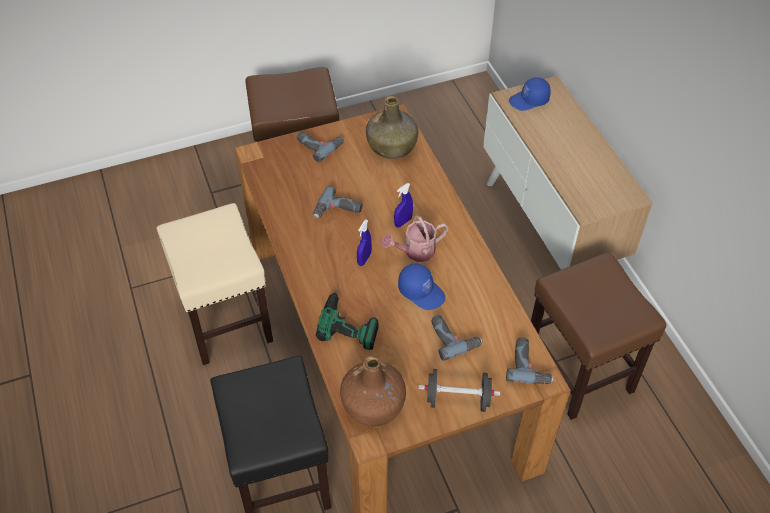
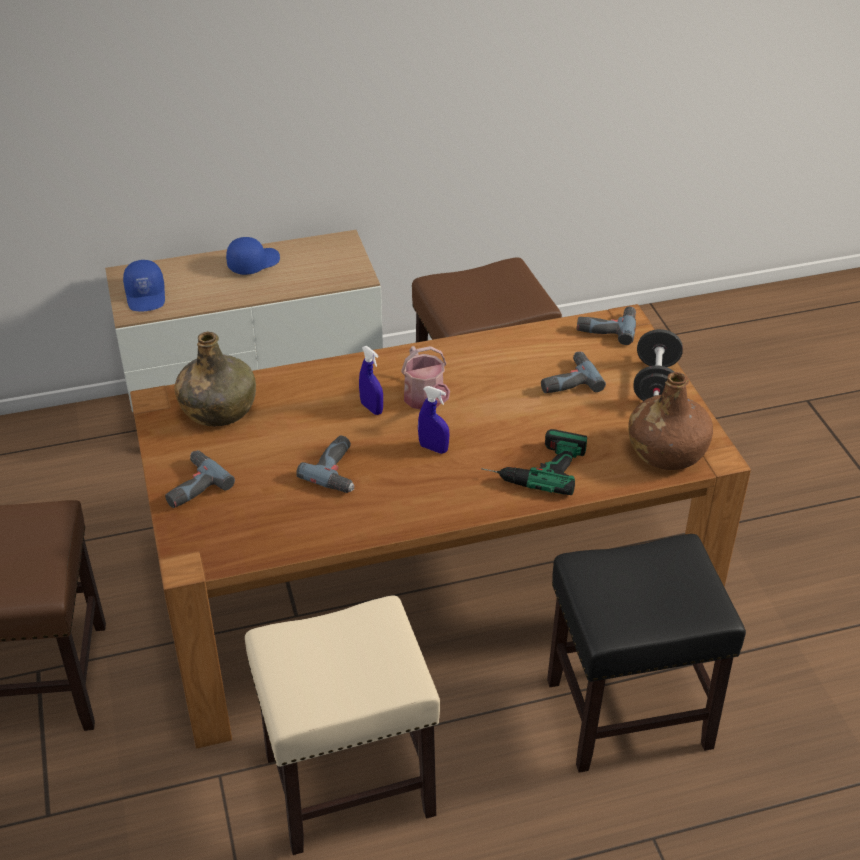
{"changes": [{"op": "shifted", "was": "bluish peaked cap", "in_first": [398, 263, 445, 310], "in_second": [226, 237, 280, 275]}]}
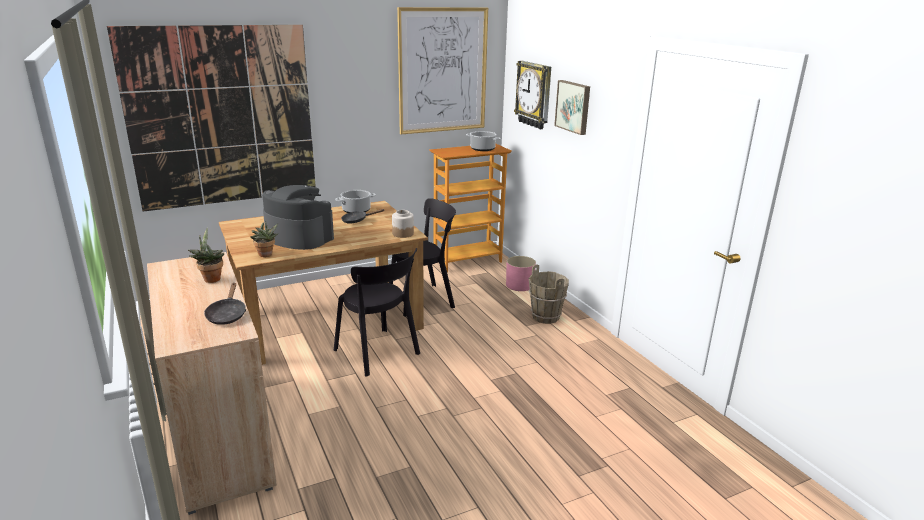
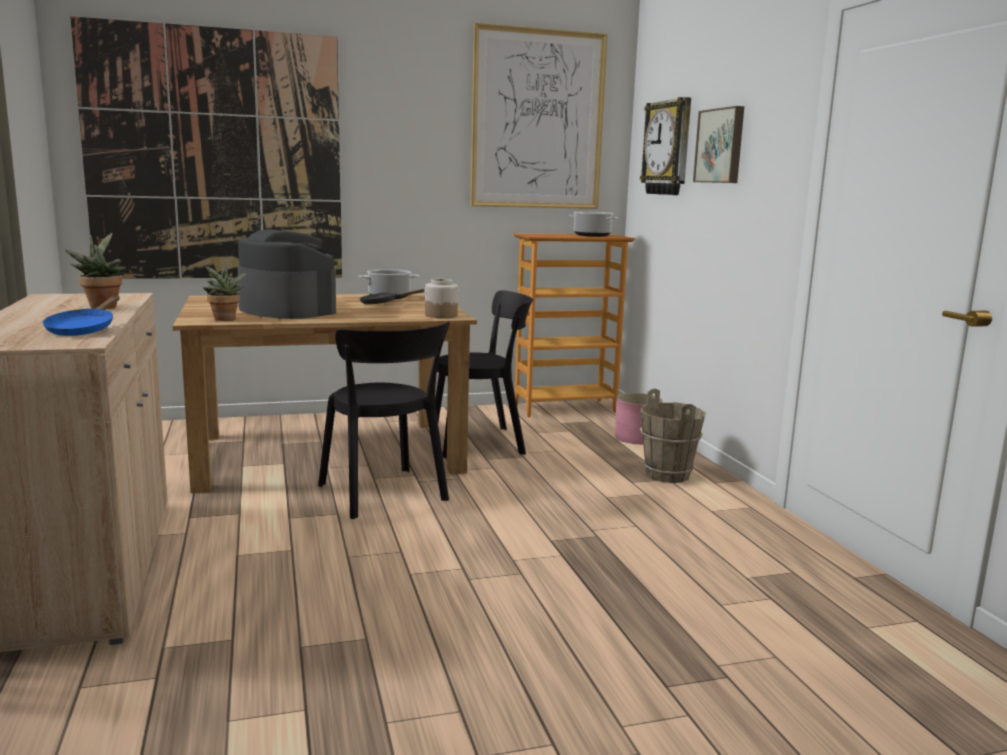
{"changes": [{"op": "repainted", "was": "black-coloured skillet", "now": "bluish skillet", "in_first": [204, 283, 246, 325], "in_second": [43, 296, 120, 336]}]}
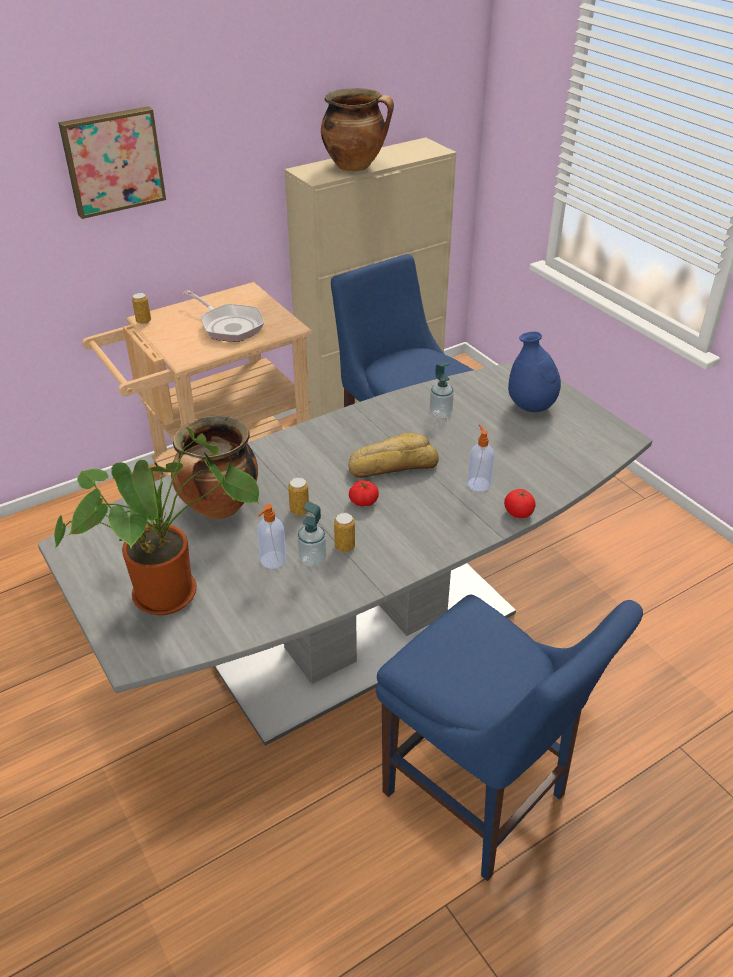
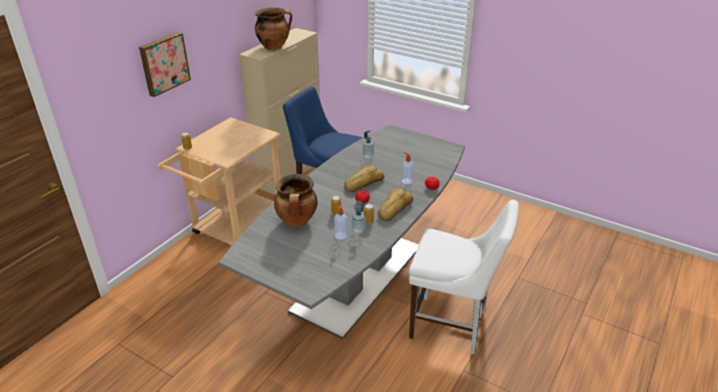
{"changes": [{"op": "gone", "was": "skillet", "in_first": [183, 290, 264, 342]}, {"op": "gone", "was": "bluish decorative vase", "in_first": [508, 331, 561, 412]}, {"op": "gone", "was": "potted plant", "in_first": [54, 427, 259, 615]}, {"op": "repainted", "was": "bluish upright chair", "now": "white upright chair", "in_first": [376, 594, 643, 881], "in_second": [409, 200, 519, 355]}, {"op": "new", "now": "baked bread", "in_second": [378, 189, 413, 221]}]}
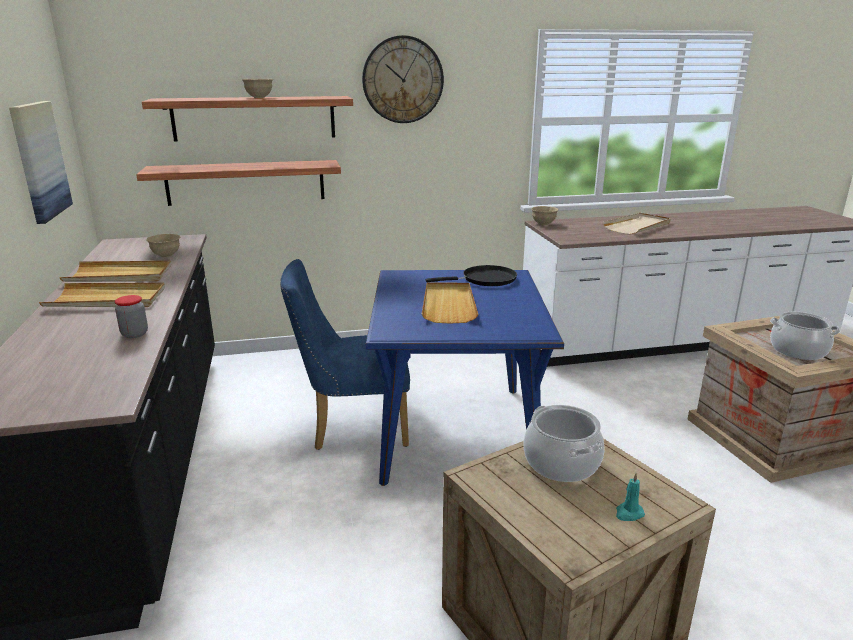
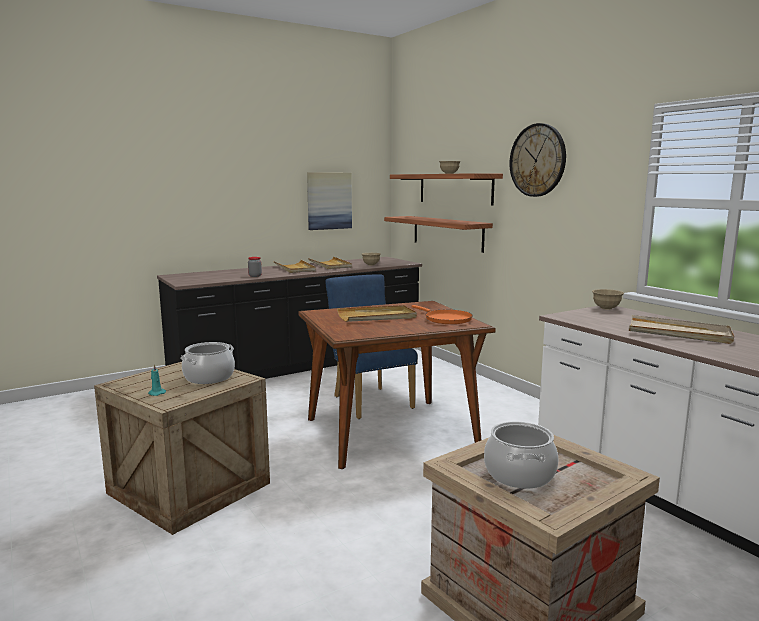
{"changes": [{"op": "repainted", "was": "black-coloured skillet", "now": "orangey skillet", "in_first": [426, 265, 517, 286], "in_second": [411, 305, 473, 324]}, {"op": "repainted", "was": "bluish kitchen table", "now": "brown-coloured kitchen table", "in_first": [366, 270, 564, 486], "in_second": [298, 301, 496, 469]}]}
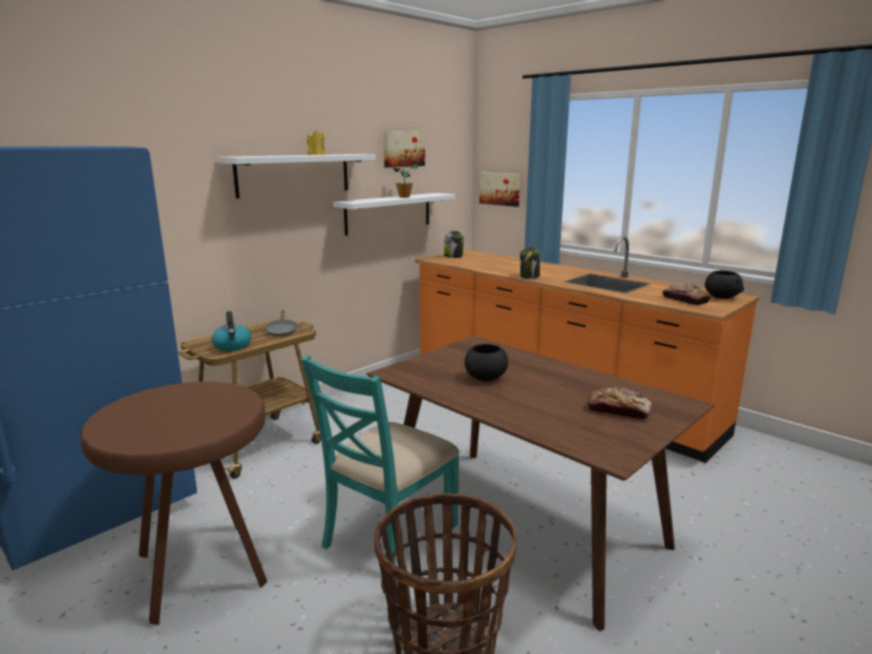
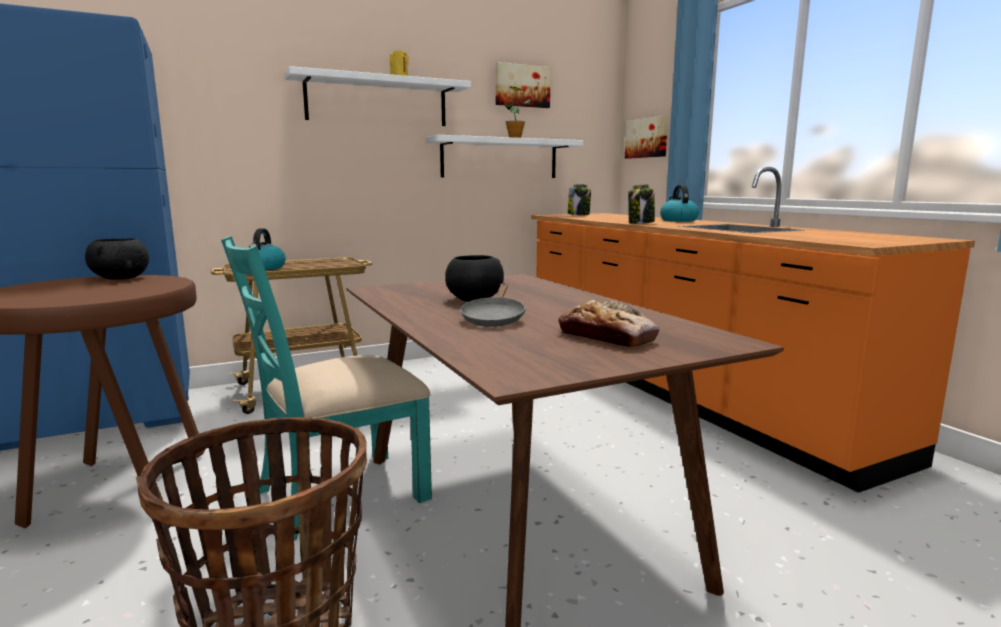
{"changes": [{"op": "shifted", "was": "black-coloured bowl", "in_first": [705, 271, 744, 299], "in_second": [85, 238, 149, 280]}, {"op": "gone", "was": "baked bread", "in_first": [662, 283, 711, 305]}, {"op": "shifted", "was": "gray skillet", "in_first": [264, 310, 298, 337], "in_second": [460, 283, 526, 327]}, {"op": "new", "now": "water kettle", "in_second": [660, 184, 699, 222]}]}
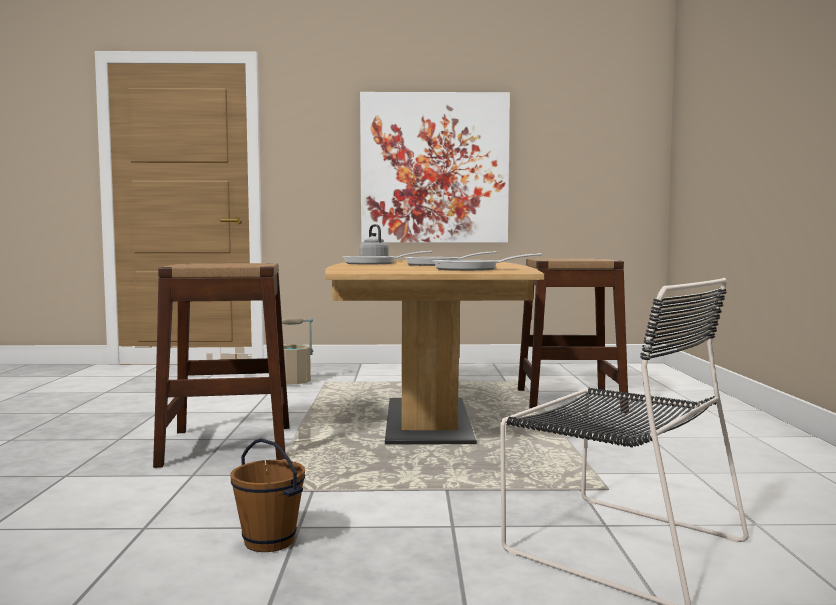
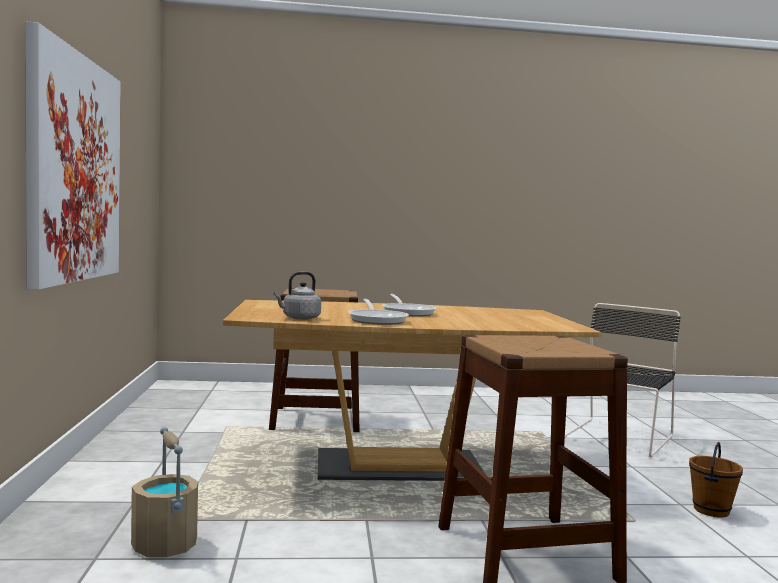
{"changes": [{"op": "gone", "was": "skillet", "in_first": [433, 253, 542, 271]}]}
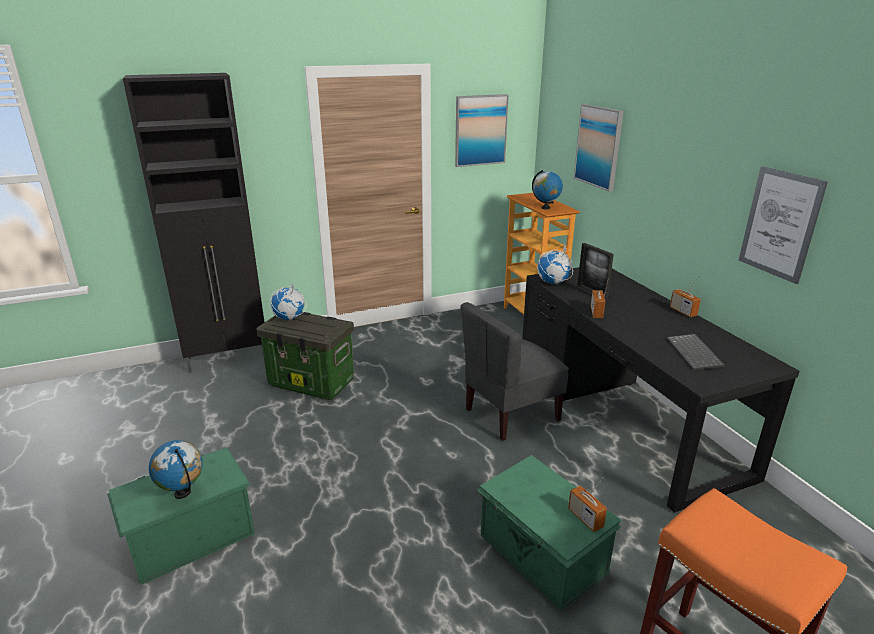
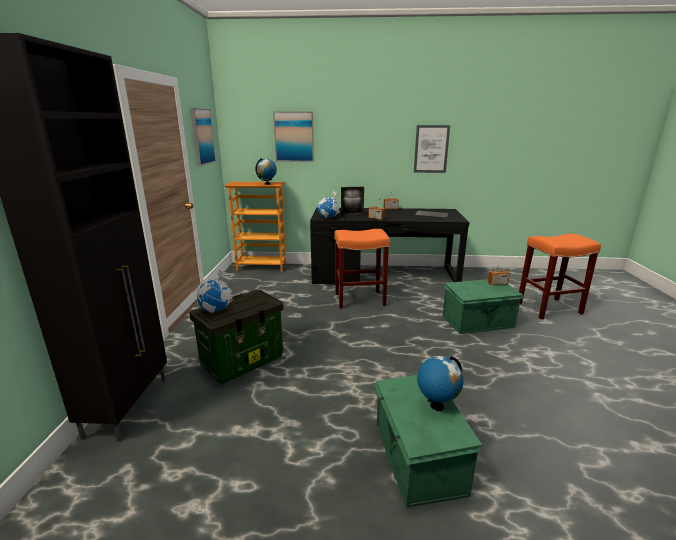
{"changes": [{"op": "swapped", "was": "gray upright chair", "now": "orangey stool seat", "in_first": [460, 302, 569, 441], "in_second": [334, 229, 390, 309]}]}
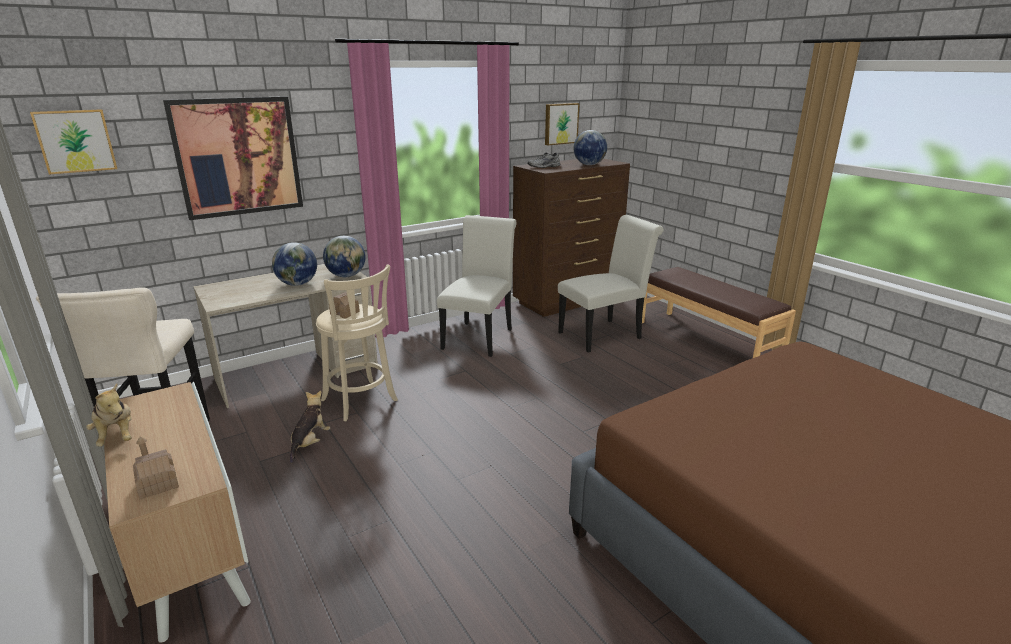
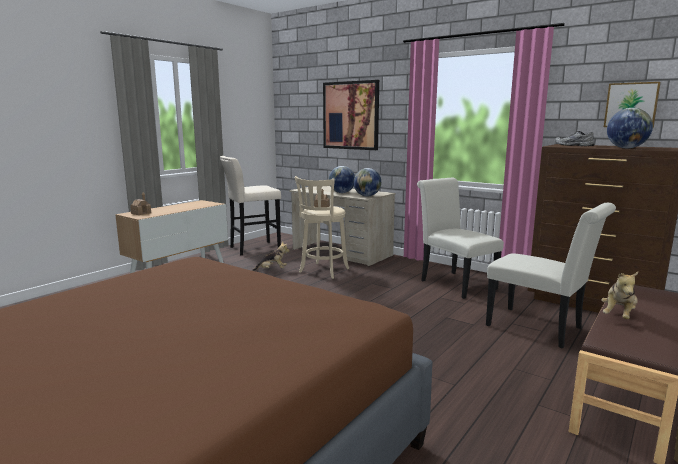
{"changes": [{"op": "gone", "was": "wall picture", "in_first": [30, 109, 117, 175]}, {"op": "rotated", "was": "white upright chair", "in_first": [437, 215, 517, 357], "in_second": [417, 178, 504, 299], "clockwise": -120}, {"op": "shifted", "was": "plush toy", "in_first": [86, 383, 132, 447], "in_second": [601, 272, 638, 319]}]}
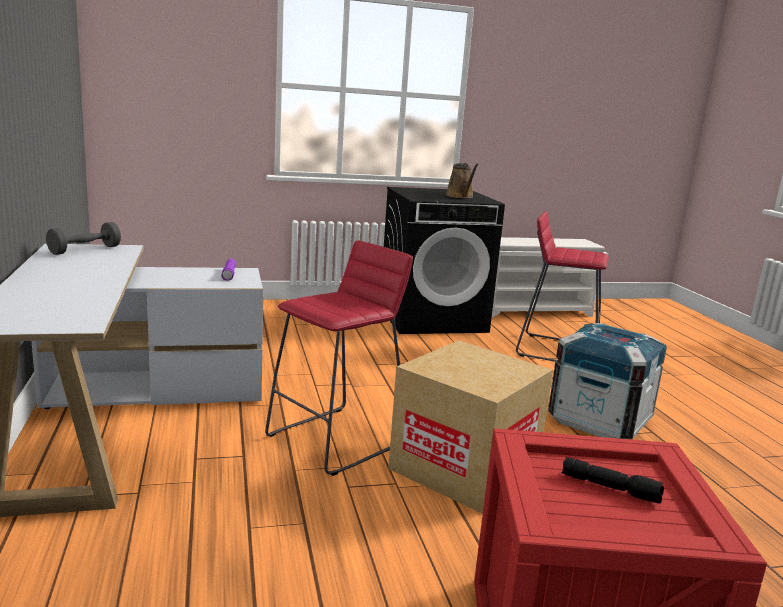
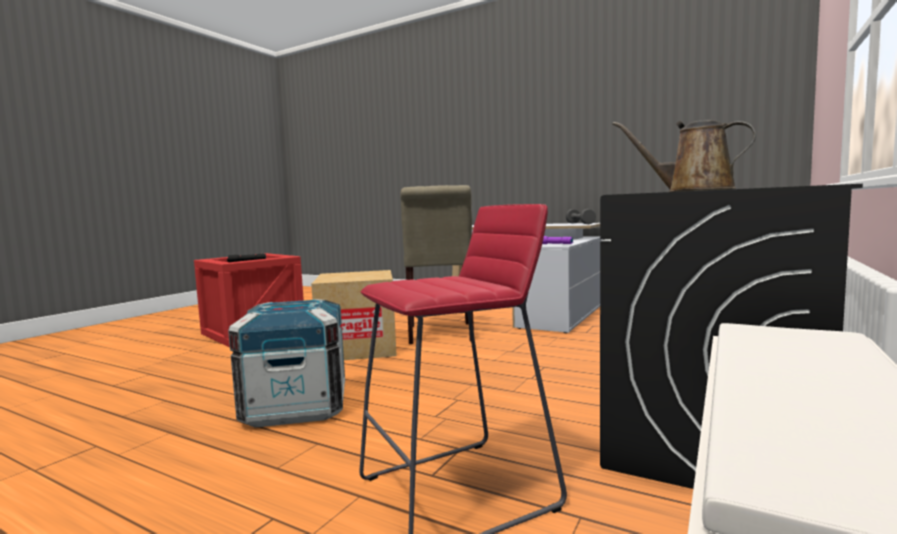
{"changes": [{"op": "swapped", "was": "red-coloured stool seat", "now": "beige-coloured upright chair", "in_first": [265, 240, 413, 476], "in_second": [400, 185, 474, 344]}]}
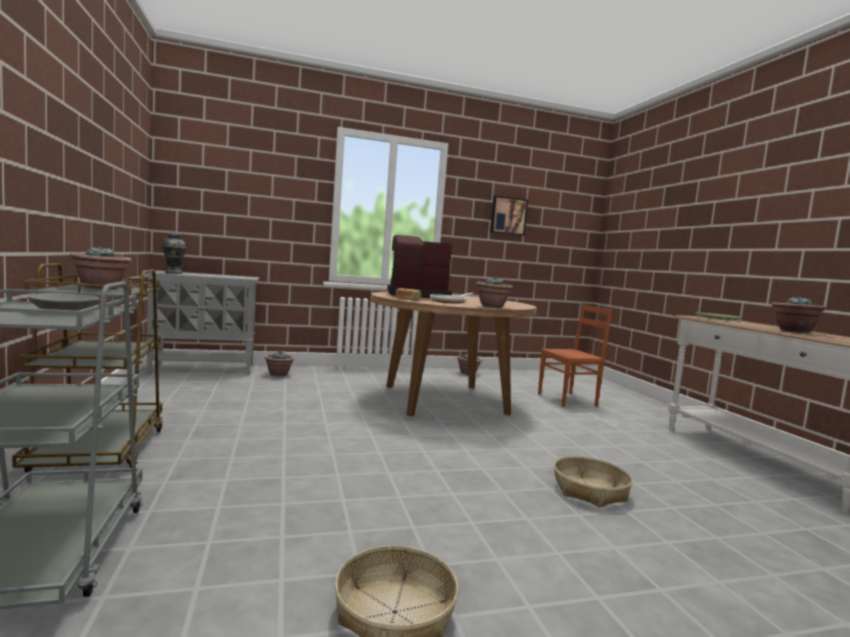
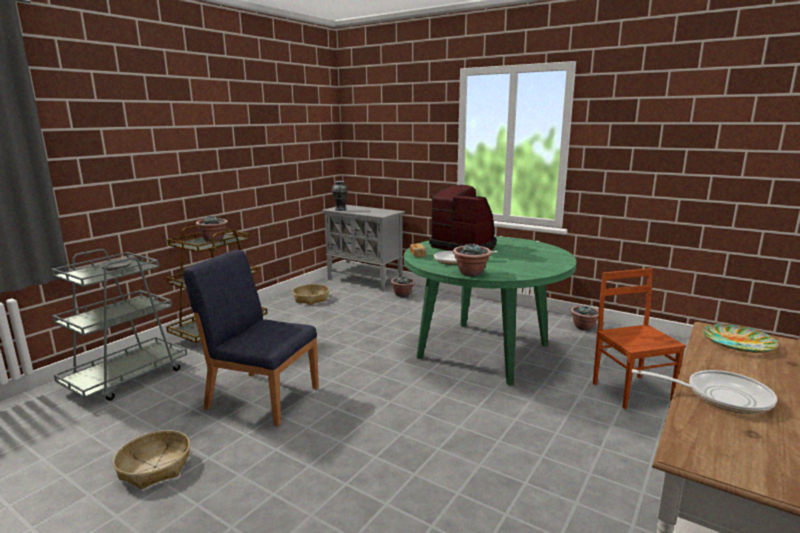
{"changes": [{"op": "gone", "was": "wall picture", "in_first": [490, 196, 528, 236]}, {"op": "repainted", "was": "brown-coloured kitchen table", "now": "green-coloured kitchen table", "in_first": [371, 292, 537, 416], "in_second": [404, 236, 576, 386]}, {"op": "swapped", "was": "potted plant", "now": "skillet", "in_first": [771, 296, 827, 333], "in_second": [632, 369, 777, 414]}, {"op": "rotated", "was": "brown-coloured upright chair", "in_first": [538, 305, 612, 407], "in_second": [593, 268, 686, 409], "clockwise": -135}, {"op": "shifted", "was": "household basket", "in_first": [554, 456, 633, 508], "in_second": [293, 284, 329, 305]}, {"op": "new", "now": "bluish upright chair", "in_second": [183, 250, 319, 426]}]}
